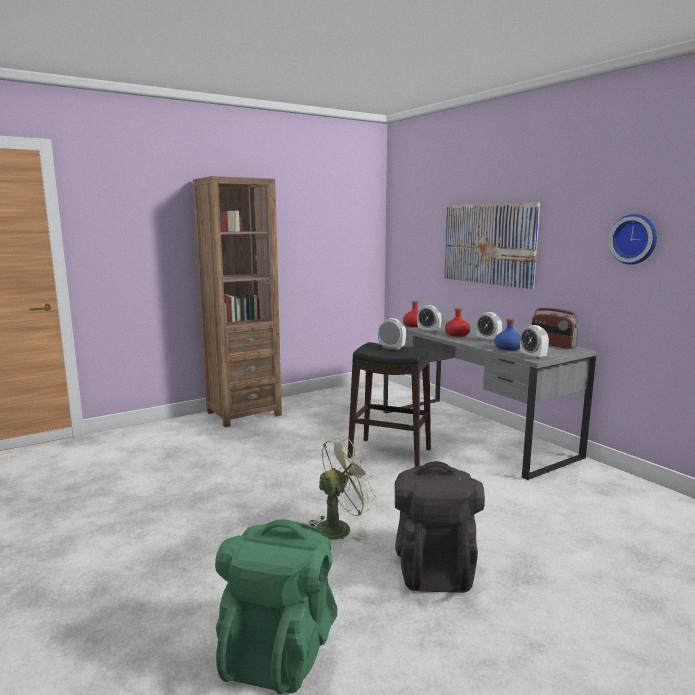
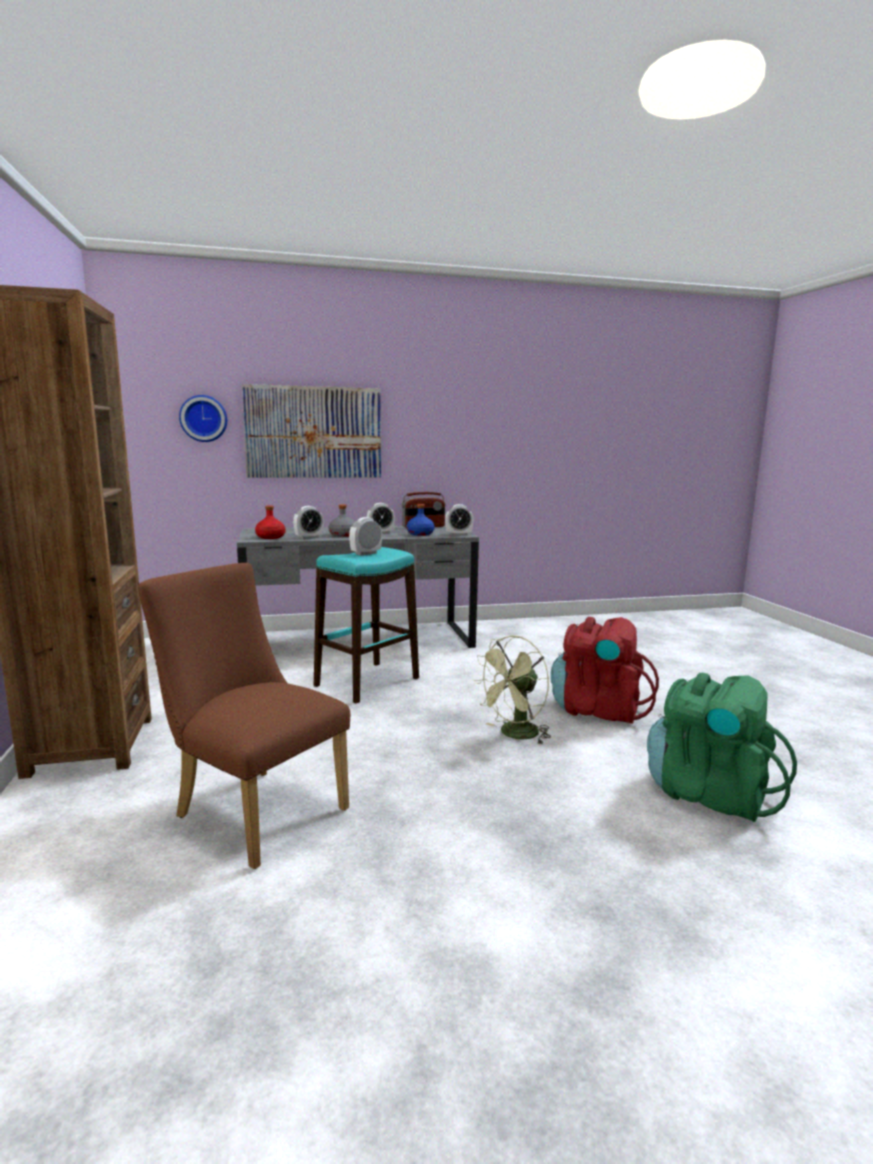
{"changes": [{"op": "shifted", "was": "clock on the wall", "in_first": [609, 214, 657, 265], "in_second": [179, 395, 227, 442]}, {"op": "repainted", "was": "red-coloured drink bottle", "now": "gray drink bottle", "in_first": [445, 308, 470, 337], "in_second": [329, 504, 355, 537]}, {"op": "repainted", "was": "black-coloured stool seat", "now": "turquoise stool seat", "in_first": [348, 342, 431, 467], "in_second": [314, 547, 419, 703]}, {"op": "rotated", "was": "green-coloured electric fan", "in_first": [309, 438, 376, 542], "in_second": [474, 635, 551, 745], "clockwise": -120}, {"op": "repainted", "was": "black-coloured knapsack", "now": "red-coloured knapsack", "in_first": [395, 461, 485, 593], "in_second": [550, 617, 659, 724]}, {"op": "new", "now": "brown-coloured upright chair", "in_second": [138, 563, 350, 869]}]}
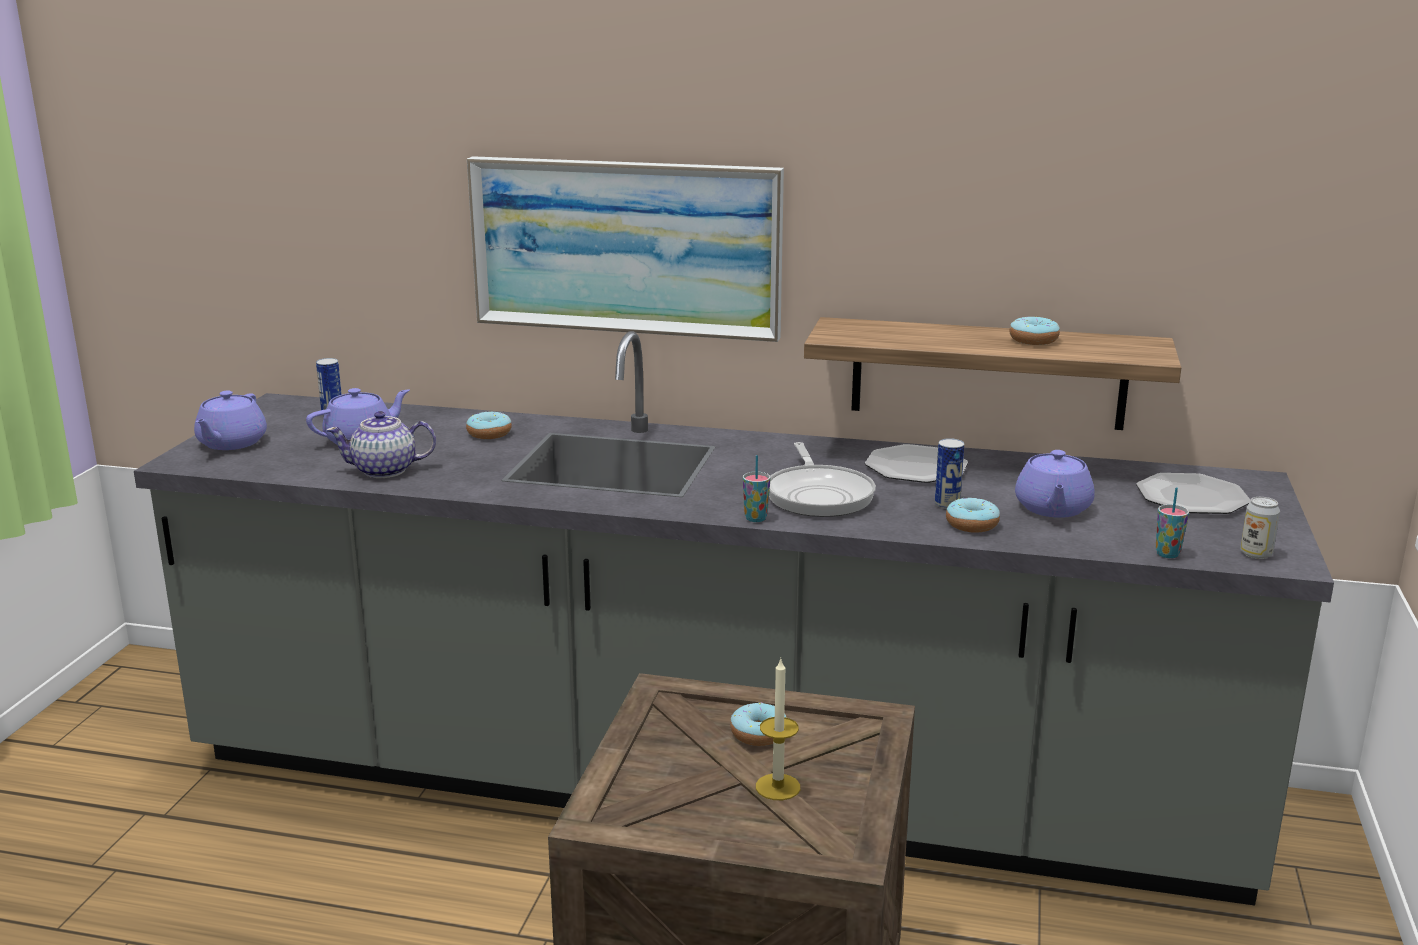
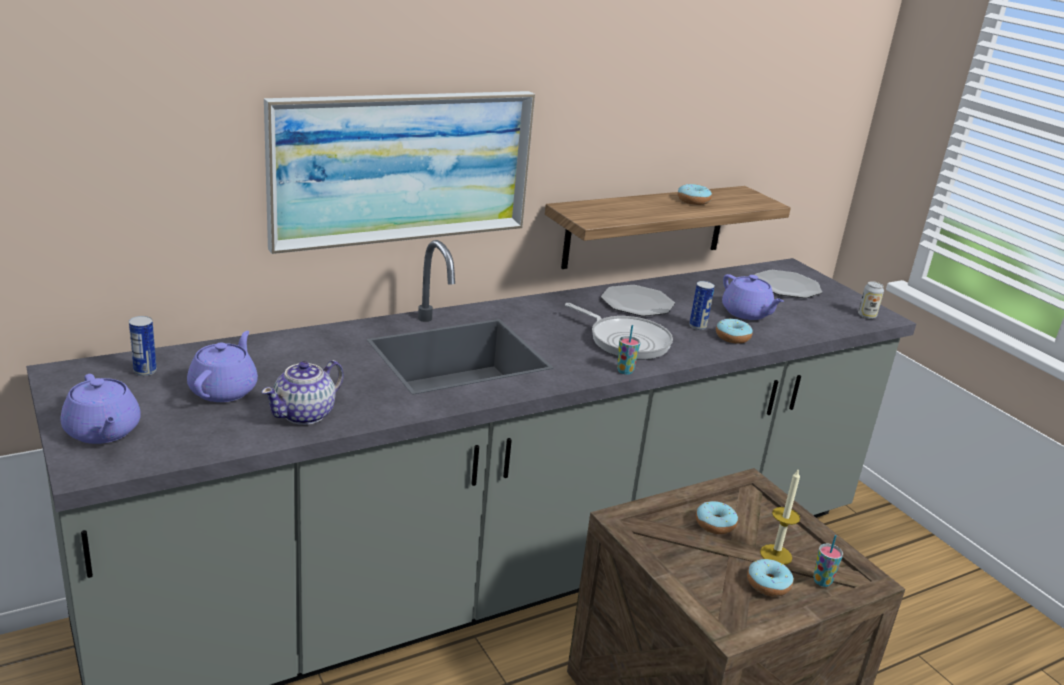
{"changes": [{"op": "shifted", "was": "donut", "in_first": [466, 411, 512, 439], "in_second": [747, 559, 794, 597]}, {"op": "shifted", "was": "drinking cup", "in_first": [1156, 487, 1189, 558], "in_second": [813, 535, 843, 587]}]}
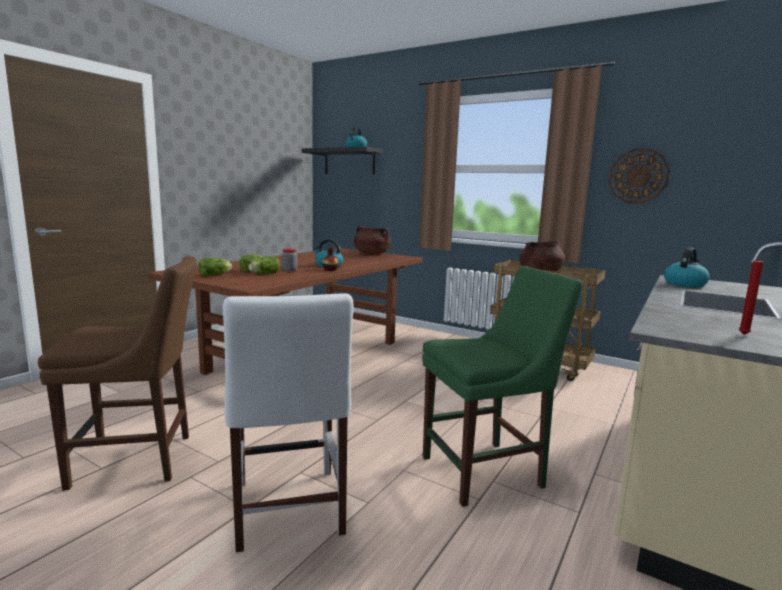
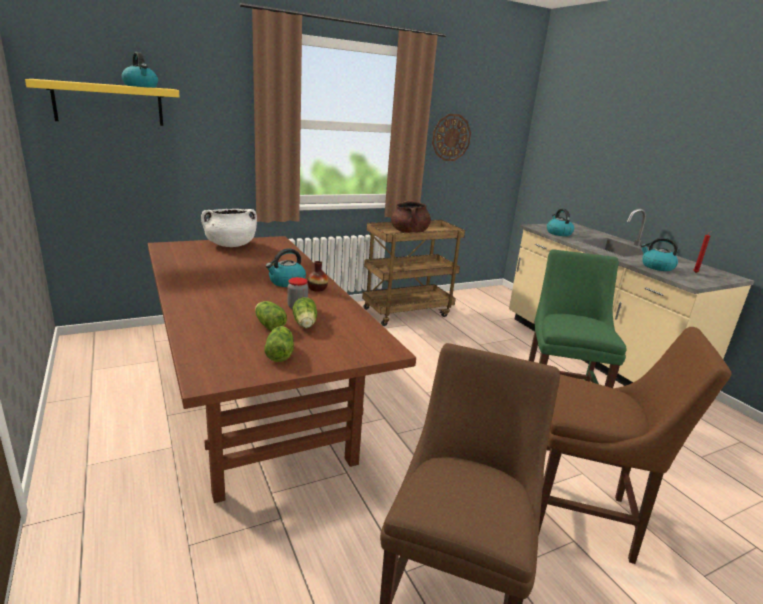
{"changes": [{"op": "repainted", "was": "black-coloured shelf", "now": "yellow shelf", "in_first": [302, 147, 383, 174], "in_second": [25, 79, 179, 126]}, {"op": "repainted", "was": "brown-coloured saucepot", "now": "white saucepot", "in_first": [354, 226, 391, 255], "in_second": [201, 209, 257, 247]}, {"op": "repainted", "was": "white upright chair", "now": "brown-coloured upright chair", "in_first": [223, 293, 354, 552], "in_second": [539, 327, 732, 564]}, {"op": "new", "now": "water kettle", "in_second": [641, 237, 678, 271]}]}
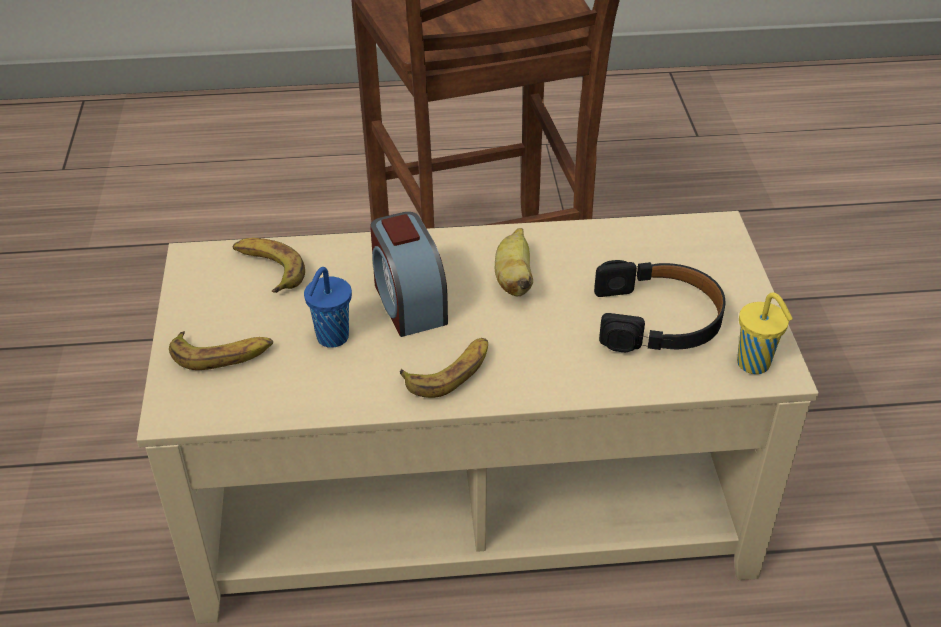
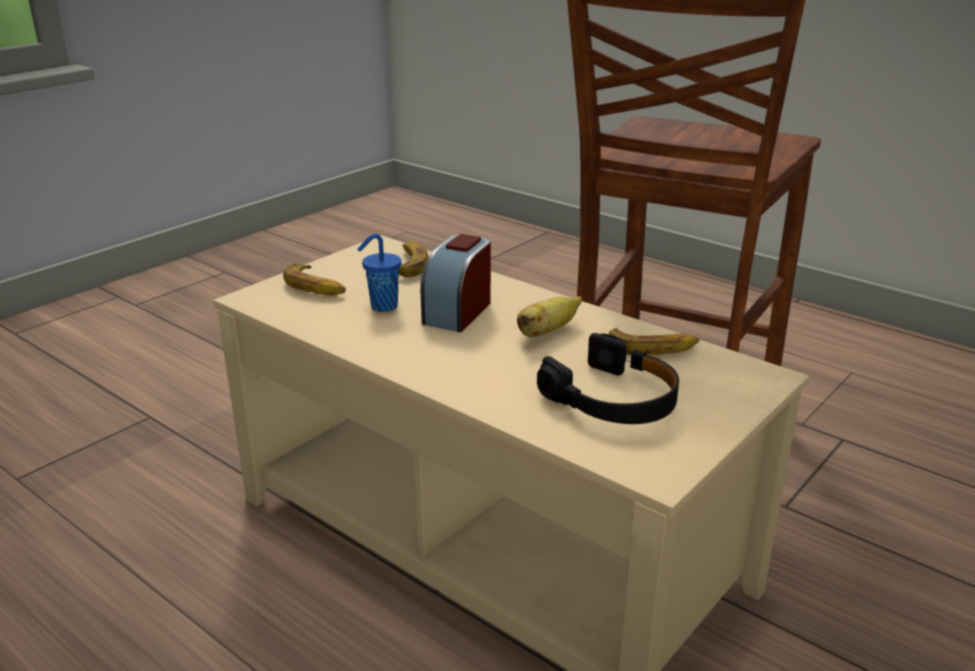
{"changes": [{"op": "gone", "was": "yellow drinking cup", "in_first": [737, 292, 793, 374]}, {"op": "shifted", "was": "banana", "in_first": [400, 338, 488, 398], "in_second": [608, 328, 699, 355]}]}
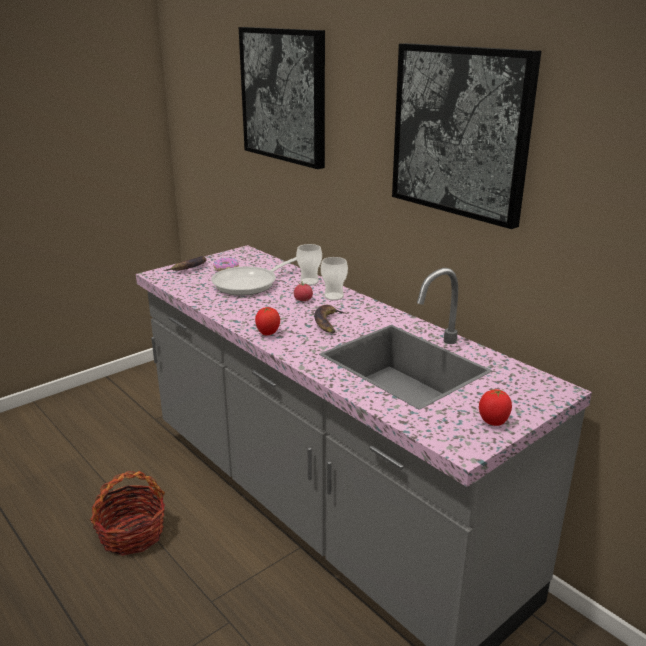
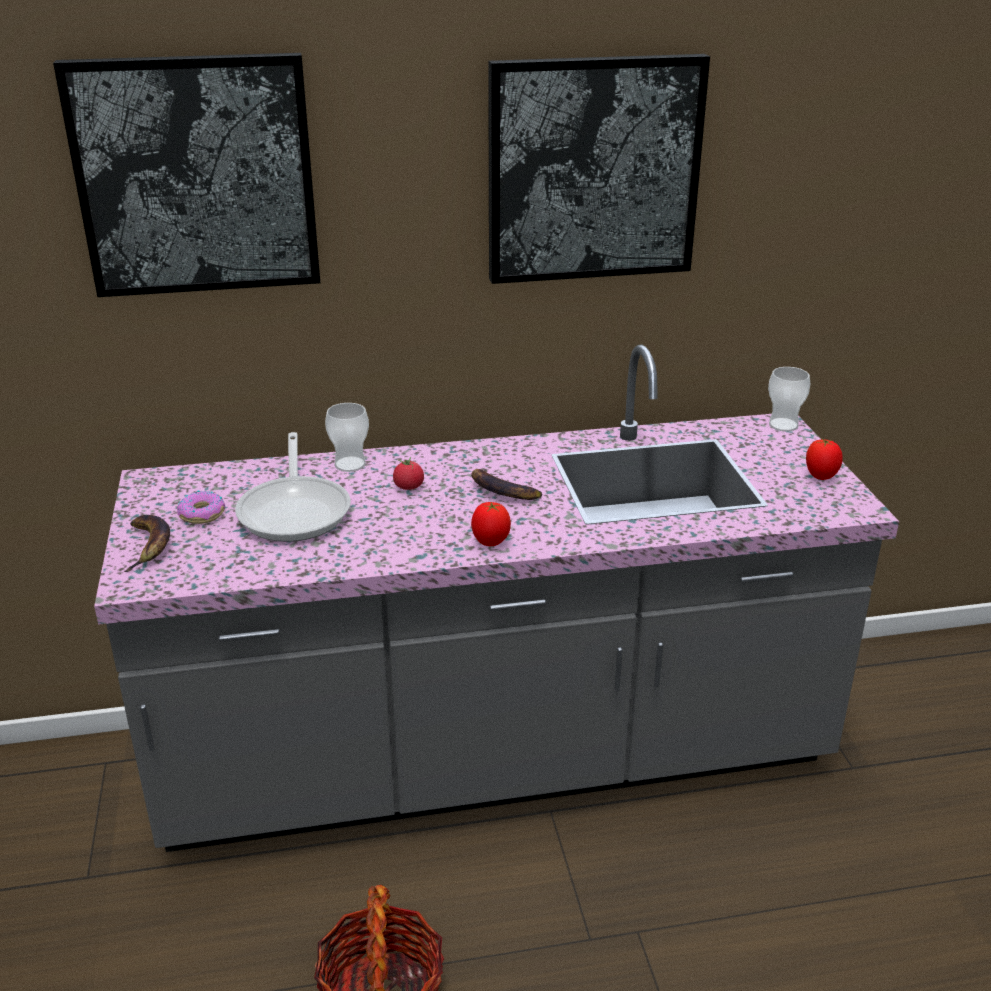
{"changes": [{"op": "shifted", "was": "drinking cup", "in_first": [321, 257, 348, 301], "in_second": [768, 367, 810, 432]}]}
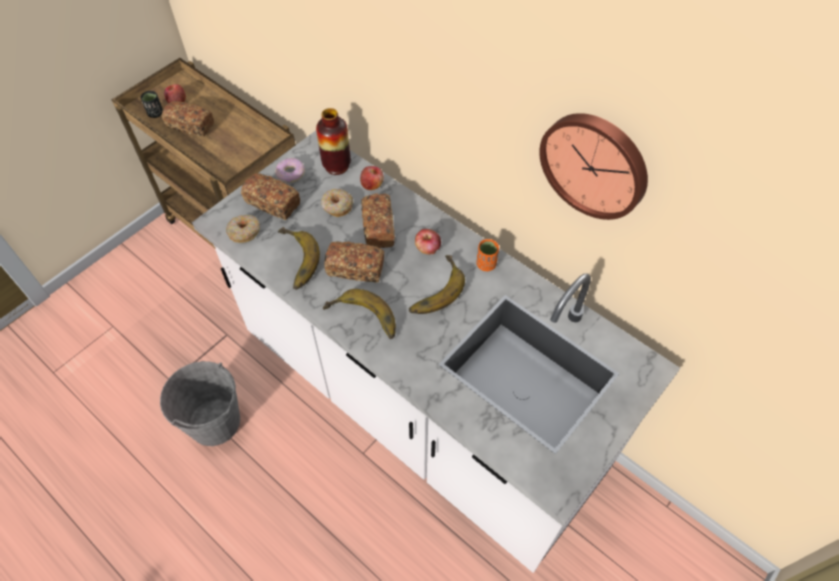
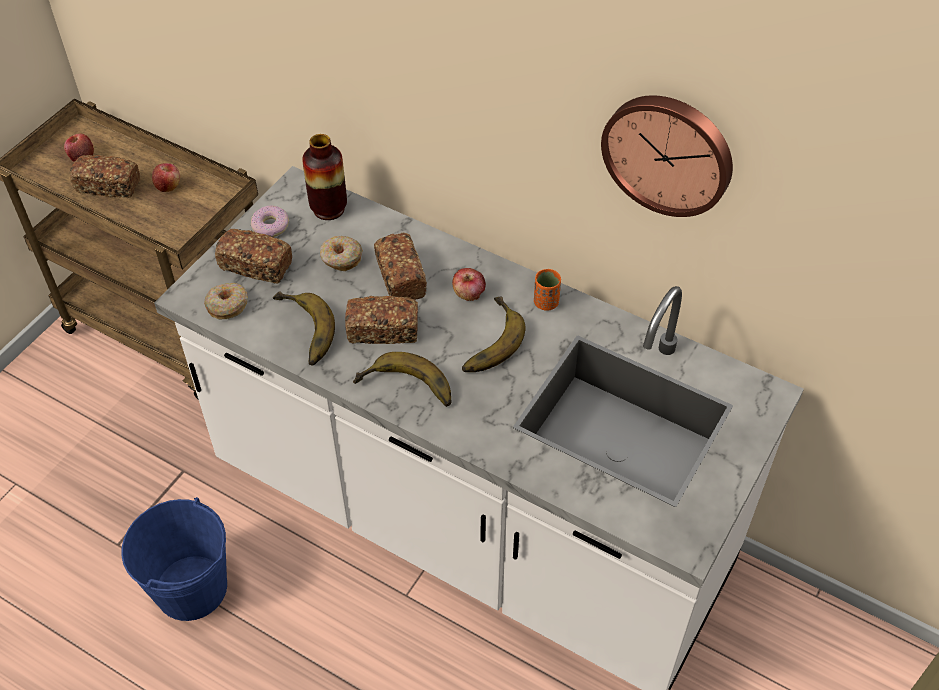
{"changes": [{"op": "gone", "was": "black-coloured drinking cup", "in_first": [141, 91, 163, 118]}, {"op": "shifted", "was": "whole apple", "in_first": [360, 166, 384, 190], "in_second": [152, 163, 180, 192]}, {"op": "repainted", "was": "gray bucket", "now": "bluish bucket", "in_first": [160, 361, 240, 446], "in_second": [121, 497, 227, 621]}]}
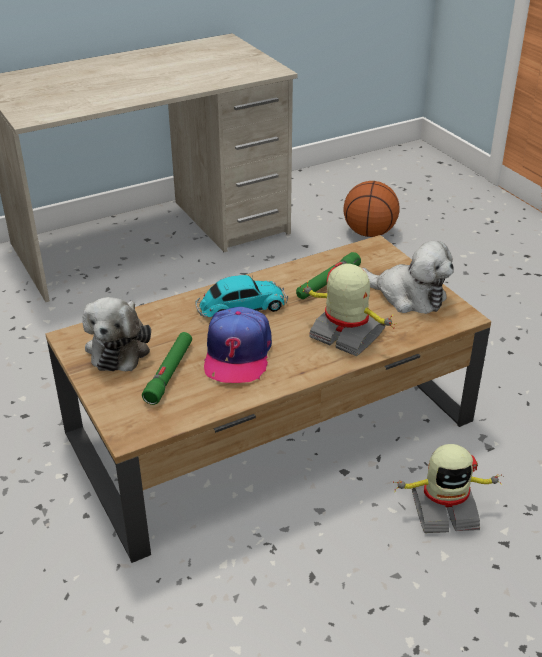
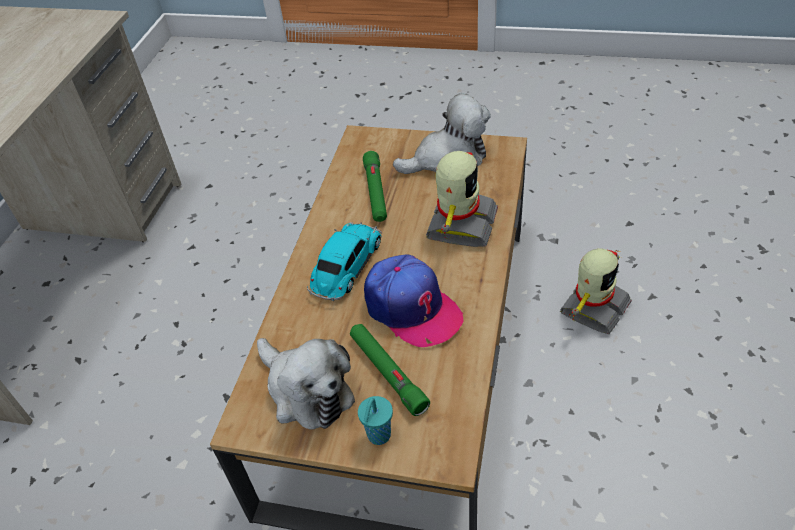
{"changes": [{"op": "gone", "was": "basketball ball", "in_first": [343, 181, 399, 237]}, {"op": "rotated", "was": "model robot", "in_first": [300, 264, 397, 356], "in_second": [426, 151, 498, 247], "clockwise": 120}, {"op": "new", "now": "turquoise drinking cup", "in_second": [358, 396, 393, 445]}]}
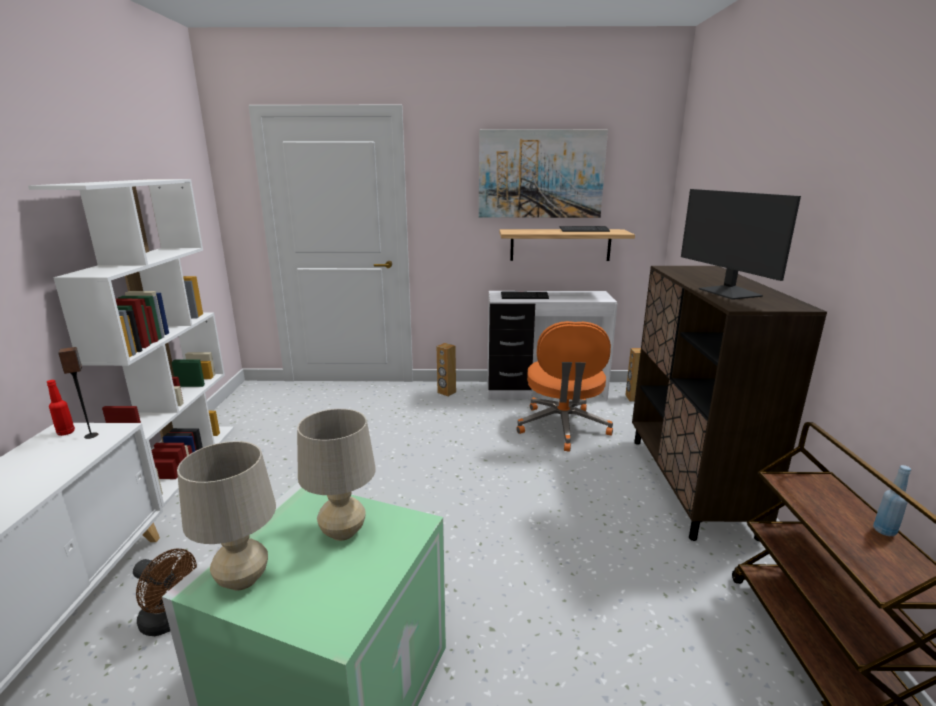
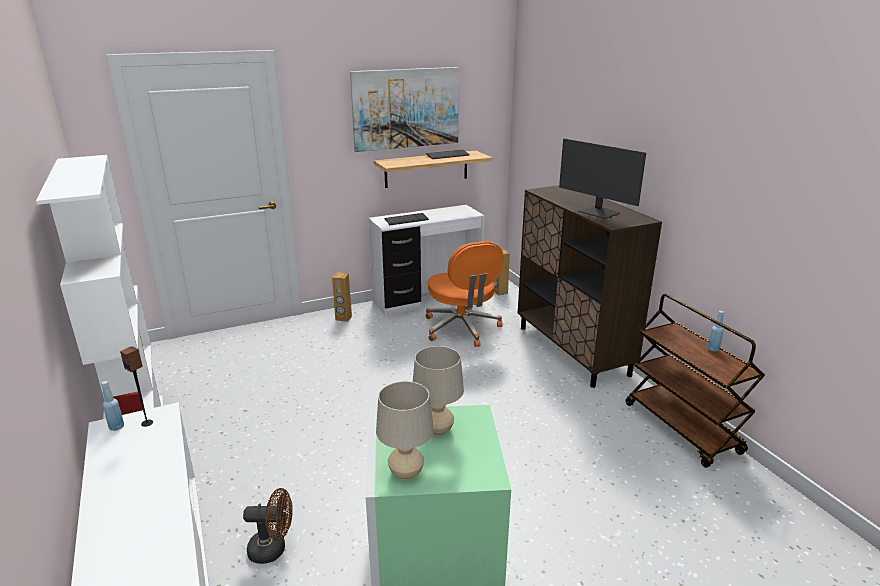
{"changes": [{"op": "repainted", "was": "red-coloured drink bottle", "now": "bluish drink bottle", "in_first": [47, 380, 75, 436], "in_second": [101, 381, 124, 431]}]}
